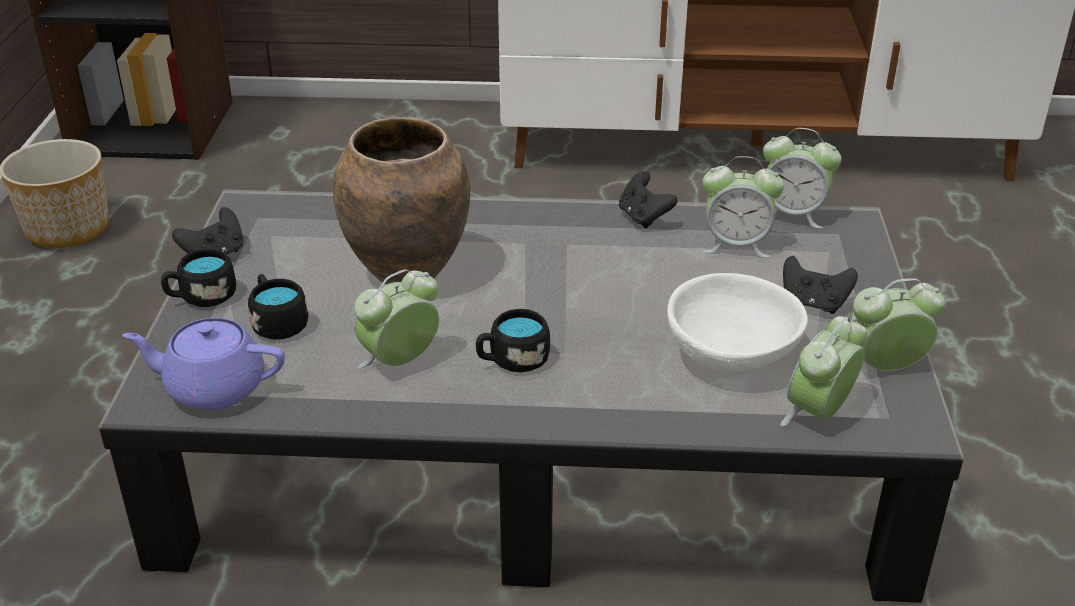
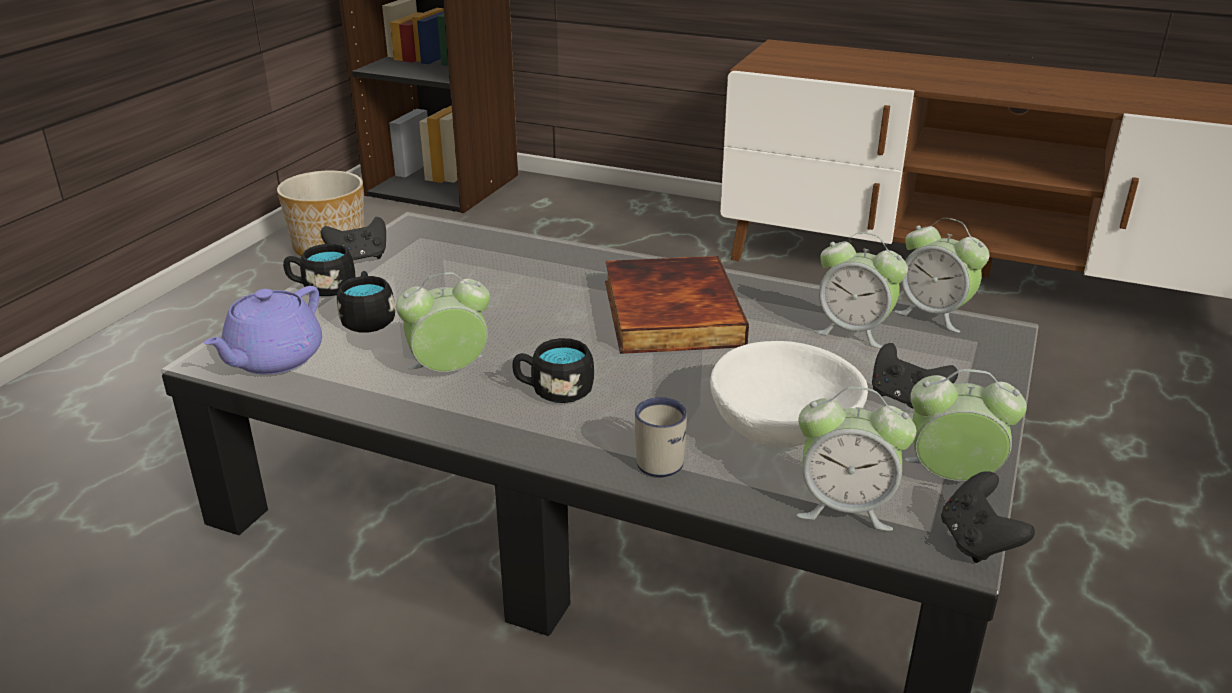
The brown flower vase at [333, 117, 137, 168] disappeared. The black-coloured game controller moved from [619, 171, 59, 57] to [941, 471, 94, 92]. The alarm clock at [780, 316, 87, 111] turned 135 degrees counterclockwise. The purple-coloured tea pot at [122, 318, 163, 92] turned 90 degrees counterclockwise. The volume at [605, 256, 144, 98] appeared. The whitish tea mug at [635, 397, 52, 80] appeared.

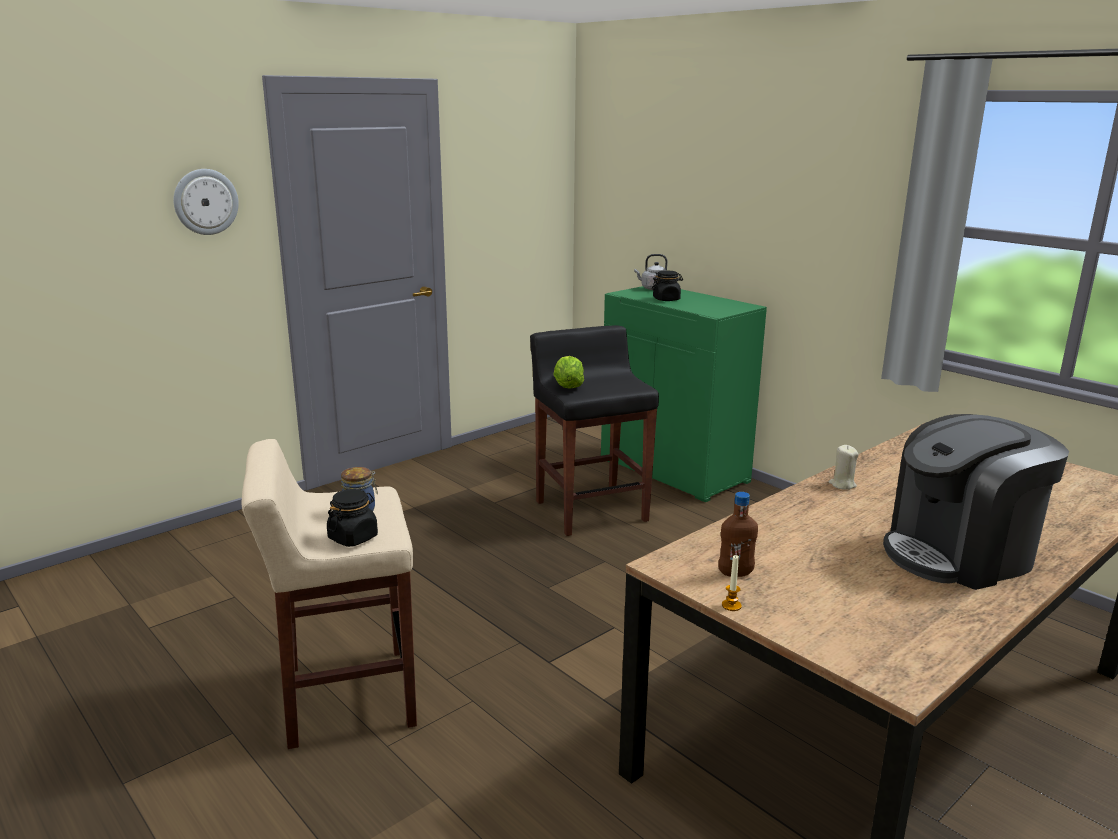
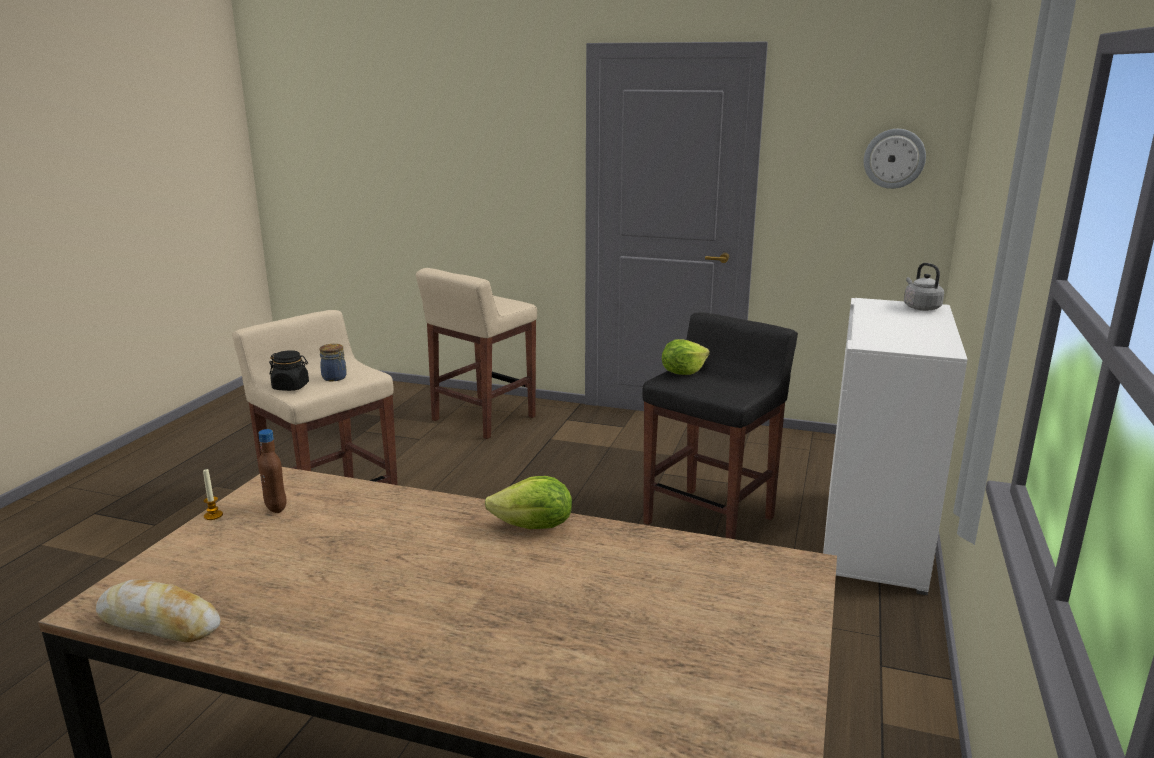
The clock on the wall moved from [173, 169, 66, 66] to [864, 129, 62, 60]. The black-coloured jar at [652, 271, 31, 30] disappeared. The greenish storage cabinet at [601, 286, 166, 216] became the whitish storage cabinet at [823, 298, 145, 297]. The coffee brewer at [883, 414, 186, 176] disappeared. The beige-coloured wax light at [828, 445, 31, 45] was replaced by the head of lettuce at [485, 476, 87, 53]. The beige-coloured stool at [416, 268, 121, 171] appeared. The bread at [96, 579, 125, 63] appeared.

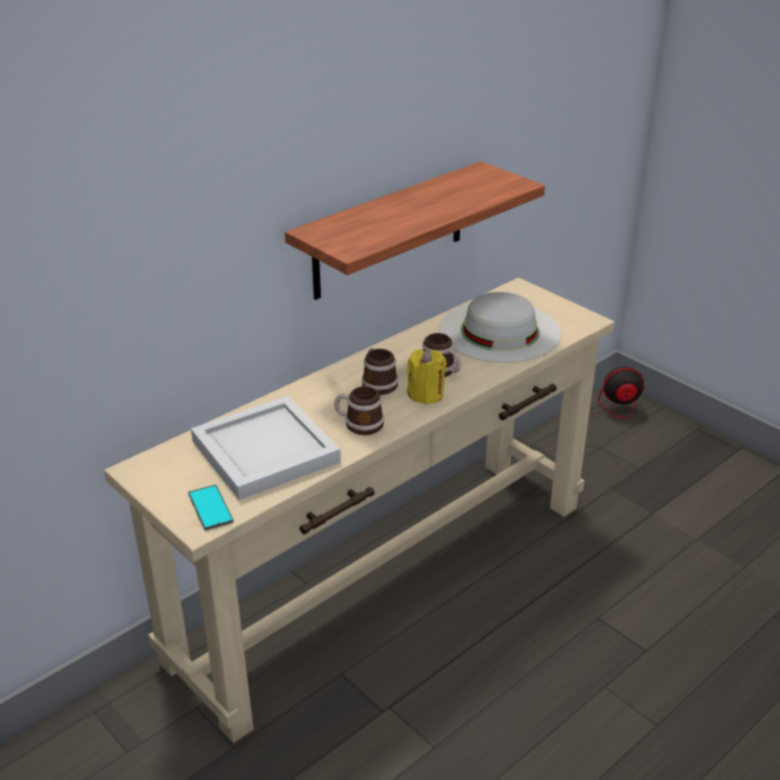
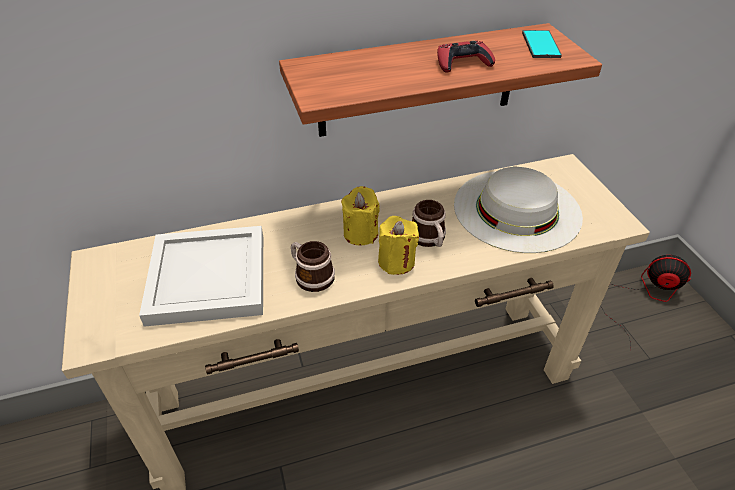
The tea mug at [362, 348, 36, 47] was replaced by the yellow wax light at [341, 186, 39, 60]. The phone moved from [188, 485, 46, 45] to [522, 30, 40, 28]. The red game controller at [437, 40, 58, 33] appeared.

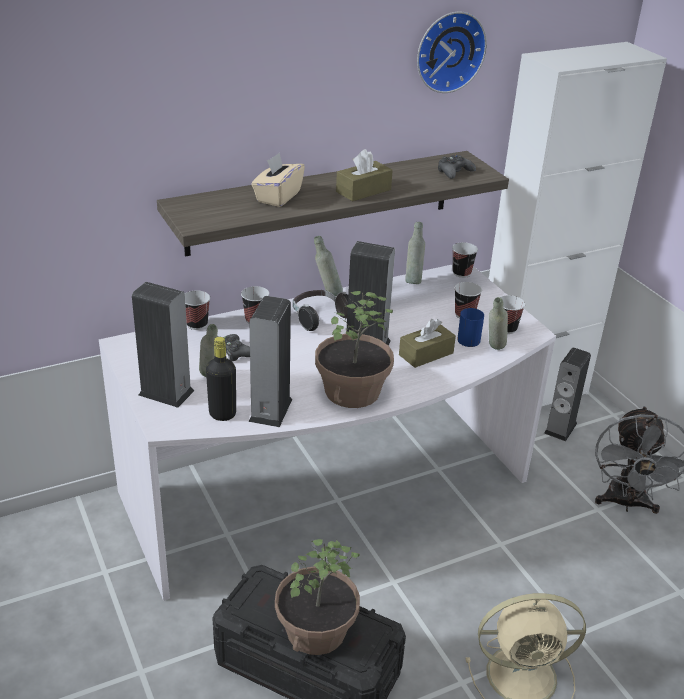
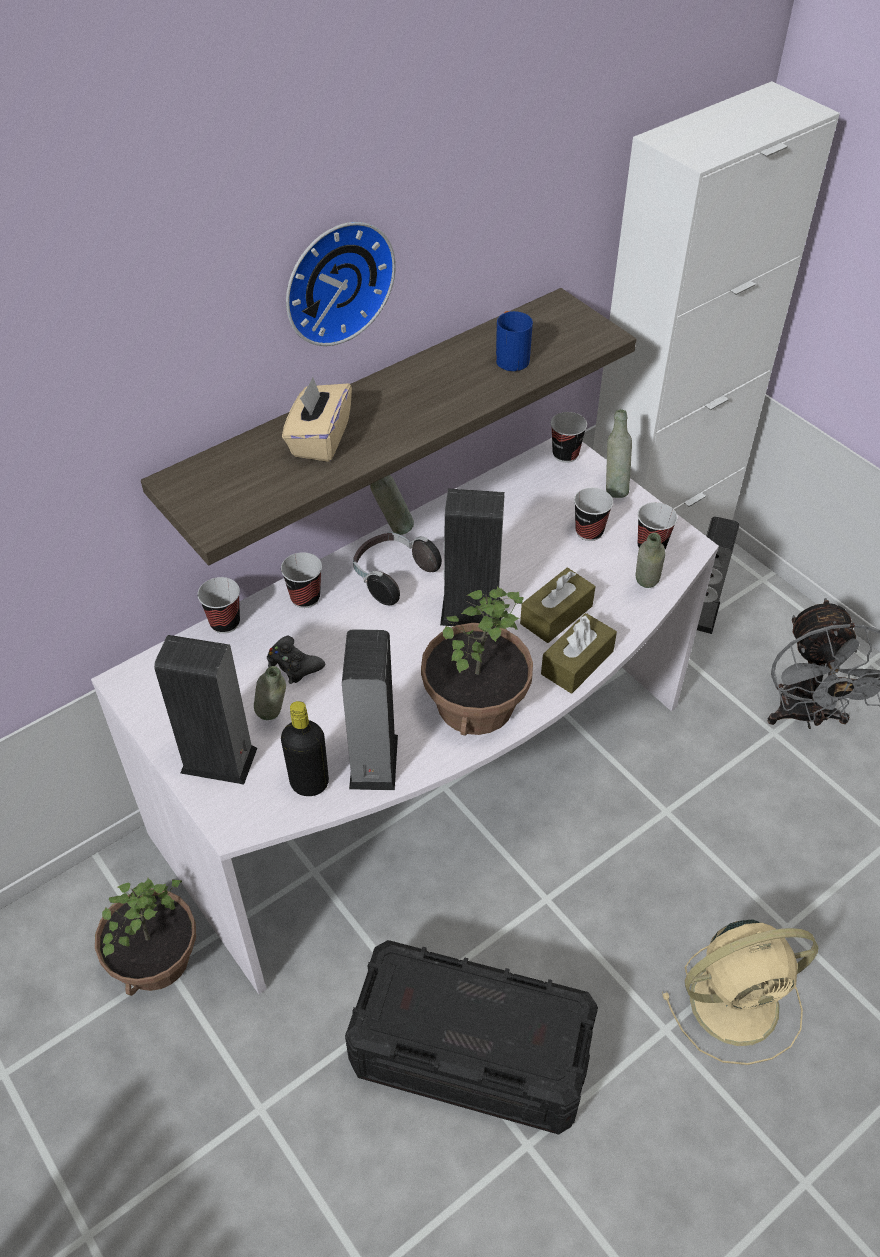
The clock on the wall moved from [417, 12, 70, 81] to [286, 222, 110, 124]. The brown box of tissues moved from [336, 149, 57, 52] to [541, 613, 76, 81]. The black-coloured game controller at [438, 155, 38, 24] disappeared. The grey drink bottle moved from [406, 222, 19, 62] to [606, 409, 26, 89]. The blue-coloured tea mug moved from [457, 308, 27, 39] to [496, 311, 37, 60]. The houseplant moved from [275, 539, 85, 116] to [95, 878, 101, 118].

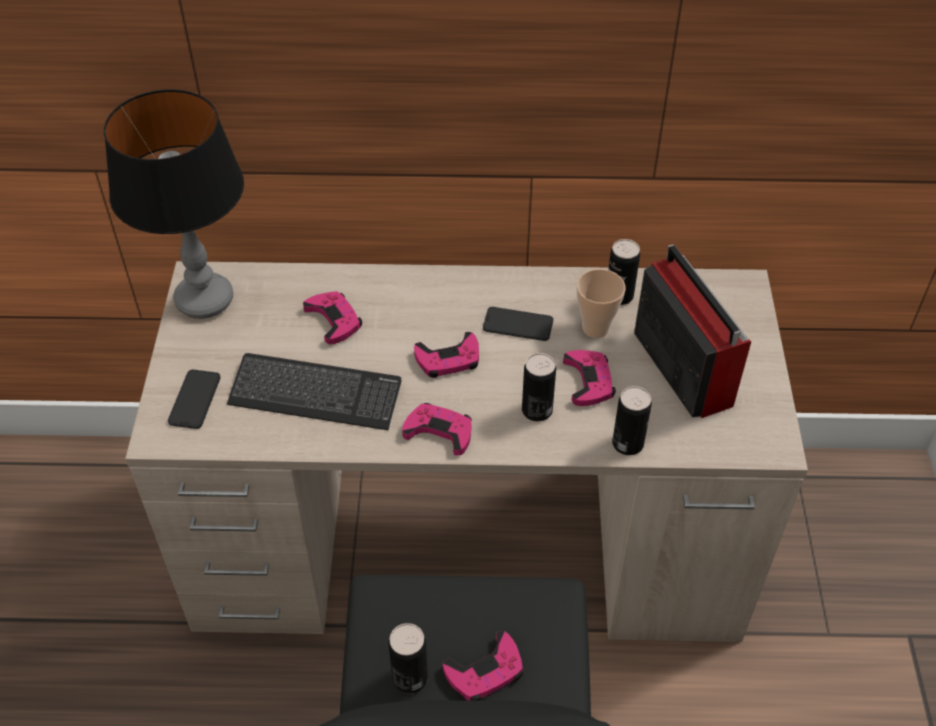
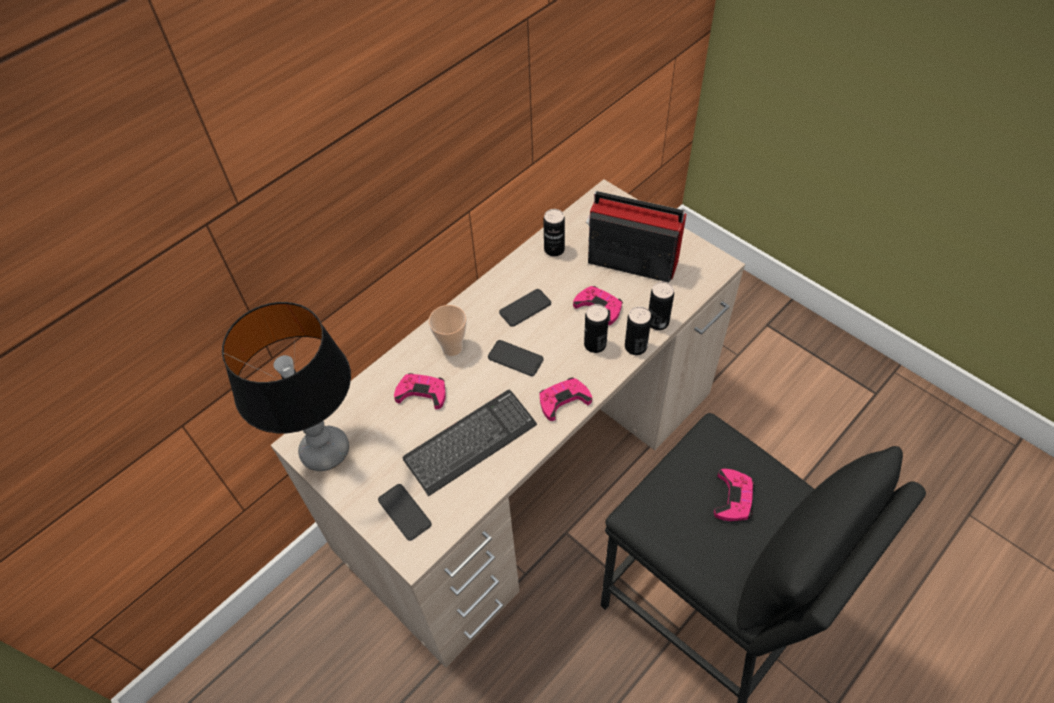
The drinking cup moved from [577, 269, 48, 69] to [429, 305, 37, 51]. The pink game controller at [414, 332, 65, 46] was replaced by the phone at [488, 340, 55, 36]. The can moved from [388, 623, 40, 70] to [625, 306, 26, 49].

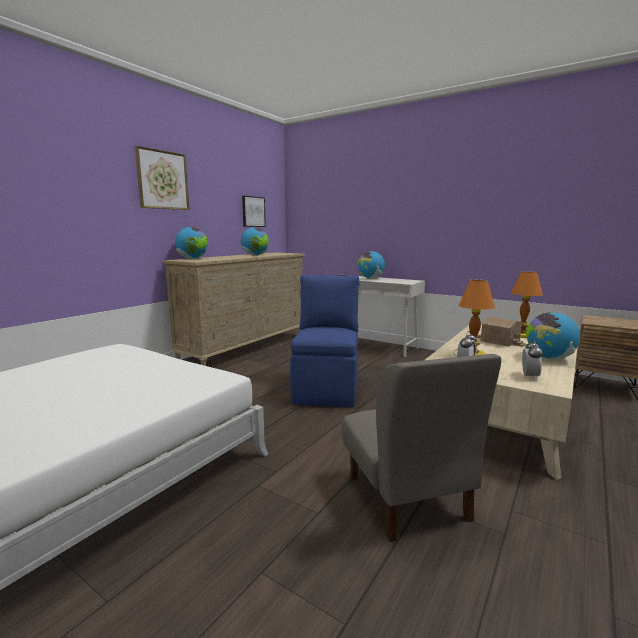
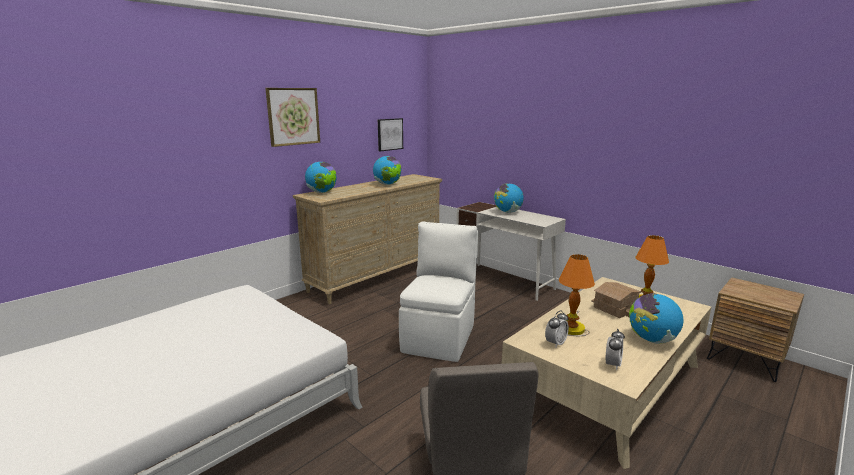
The blue-coloured chair at [290, 275, 69, 132] became the whitish chair at [399, 221, 79, 141].

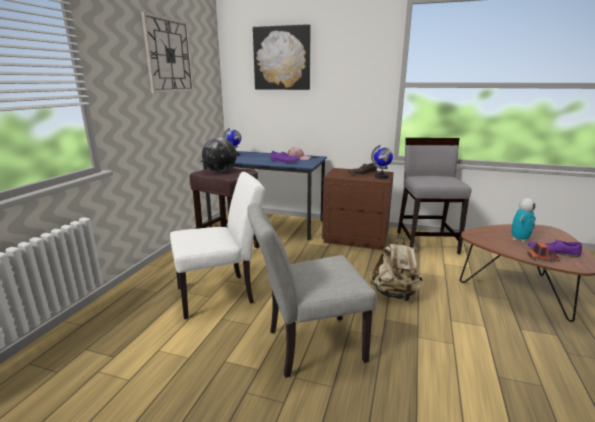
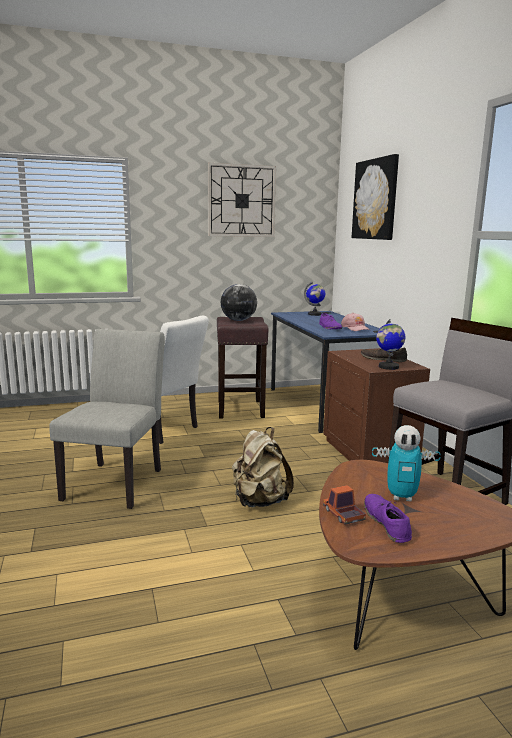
The grey chair at [247, 203, 129, 175] turned 60 degrees clockwise.

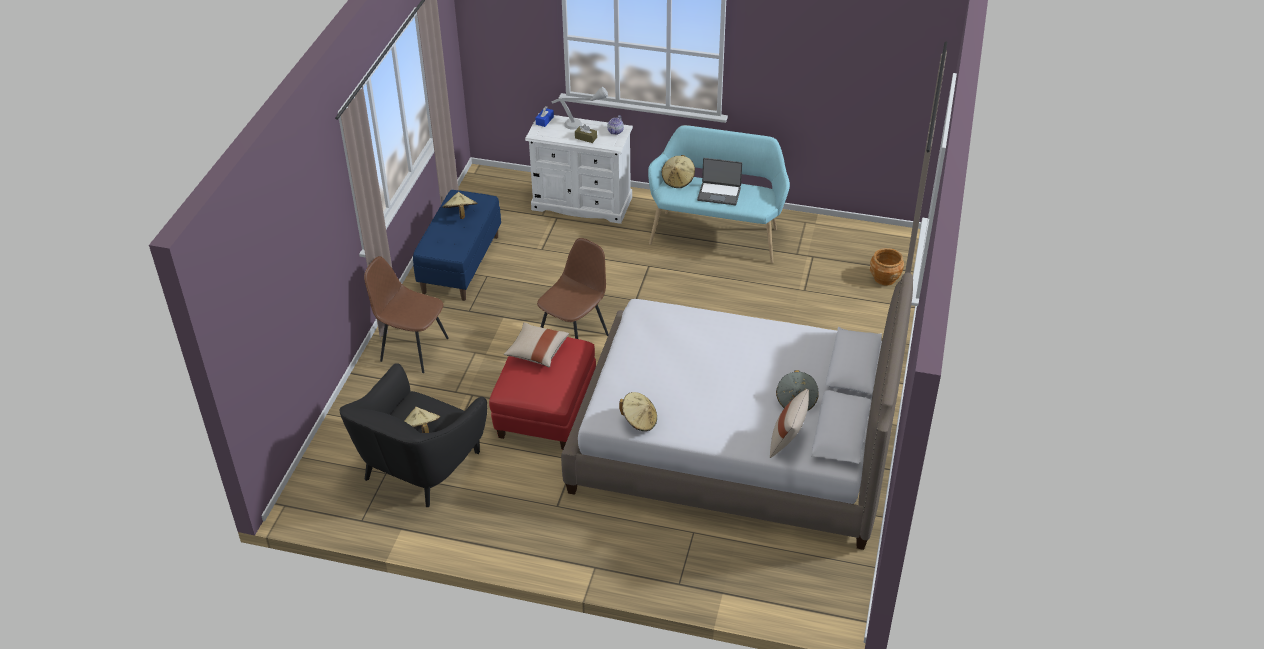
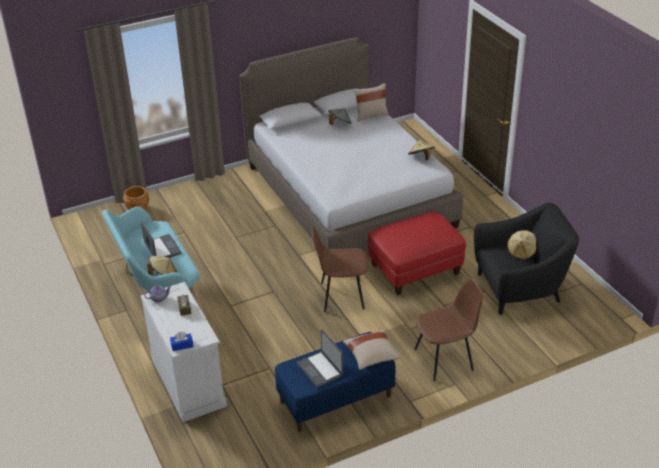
The grey table lamp at [551, 87, 57, 42] disappeared. The beige-coloured wearable hat at [443, 192, 34, 27] was replaced by the notebook computer at [297, 330, 46, 57]. The brown chair at [364, 256, 85, 117] turned 90 degrees counterclockwise. The beige-coloured throw pillow moved from [504, 322, 65, 45] to [343, 330, 58, 40].

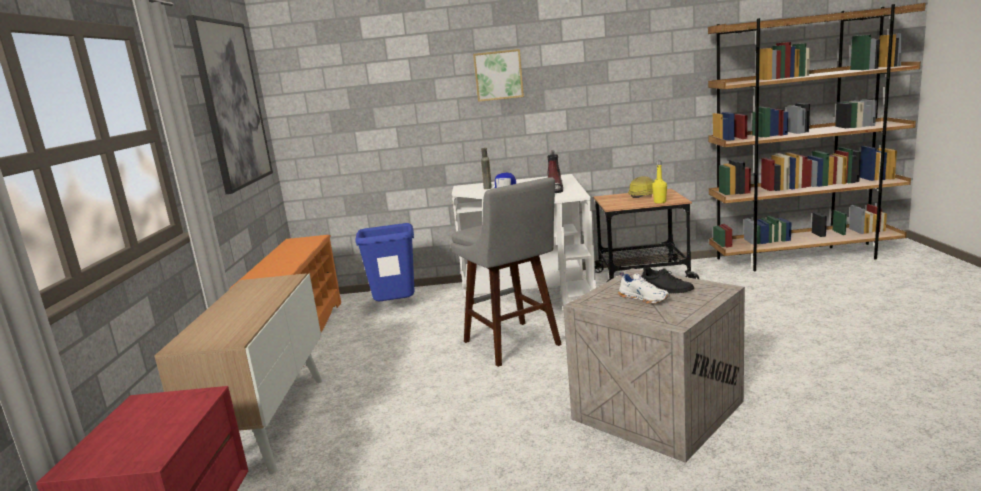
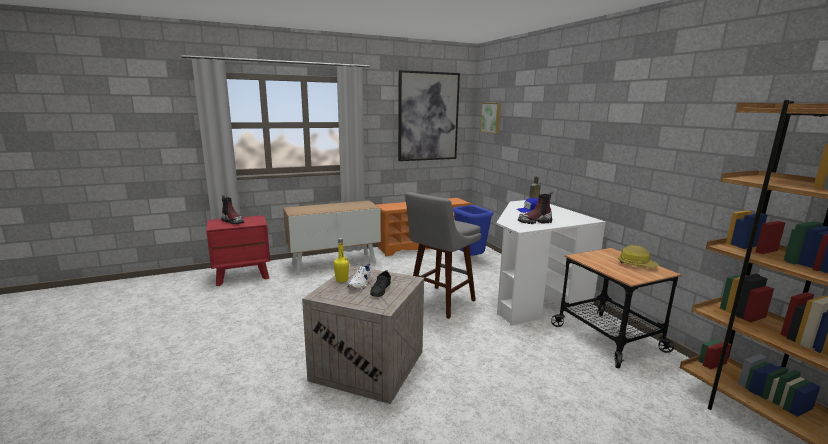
The wall art moved from [473, 49, 51, 53] to [480, 103, 21, 30]. The yellow drink bottle moved from [652, 161, 15, 43] to [334, 238, 15, 44]. The boot at [221, 195, 23, 29] appeared.

